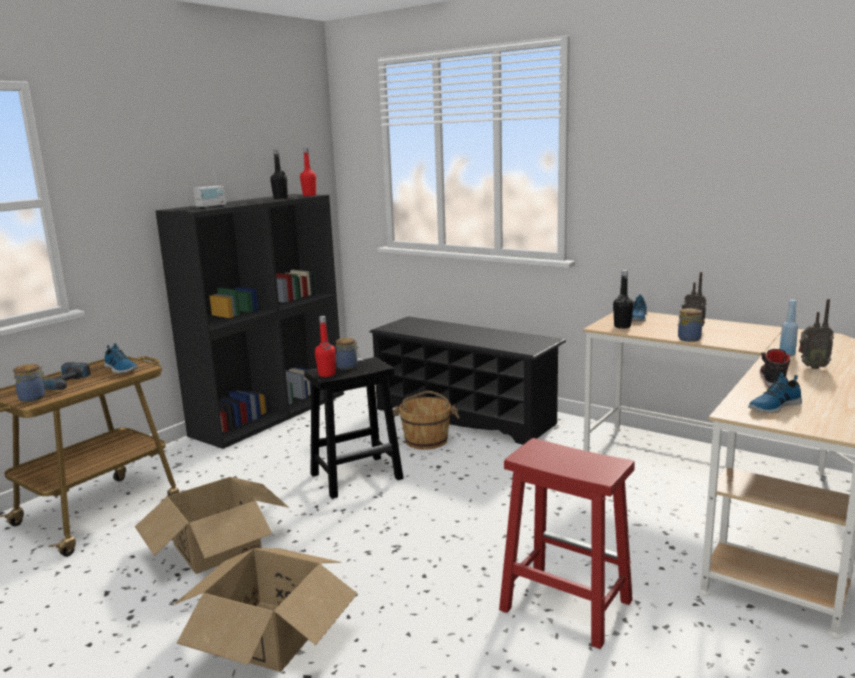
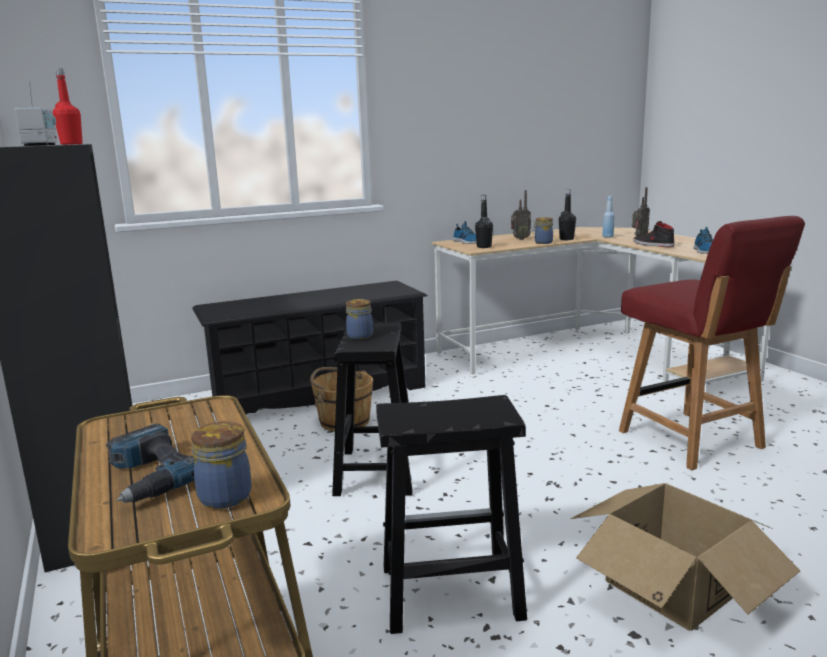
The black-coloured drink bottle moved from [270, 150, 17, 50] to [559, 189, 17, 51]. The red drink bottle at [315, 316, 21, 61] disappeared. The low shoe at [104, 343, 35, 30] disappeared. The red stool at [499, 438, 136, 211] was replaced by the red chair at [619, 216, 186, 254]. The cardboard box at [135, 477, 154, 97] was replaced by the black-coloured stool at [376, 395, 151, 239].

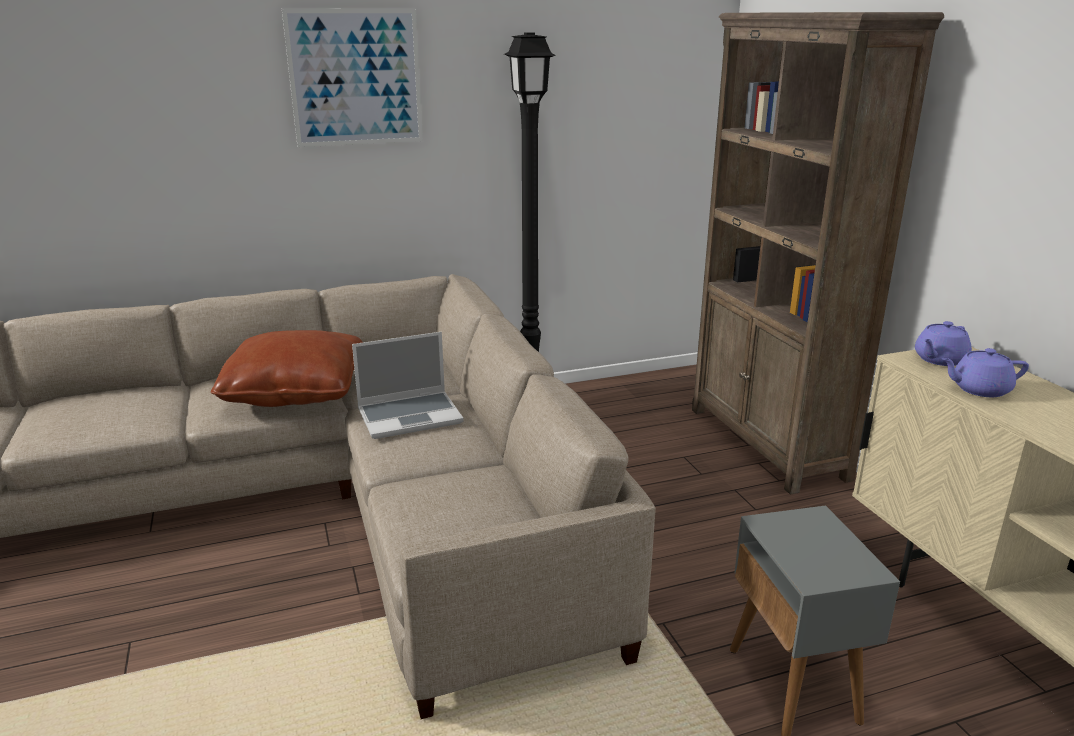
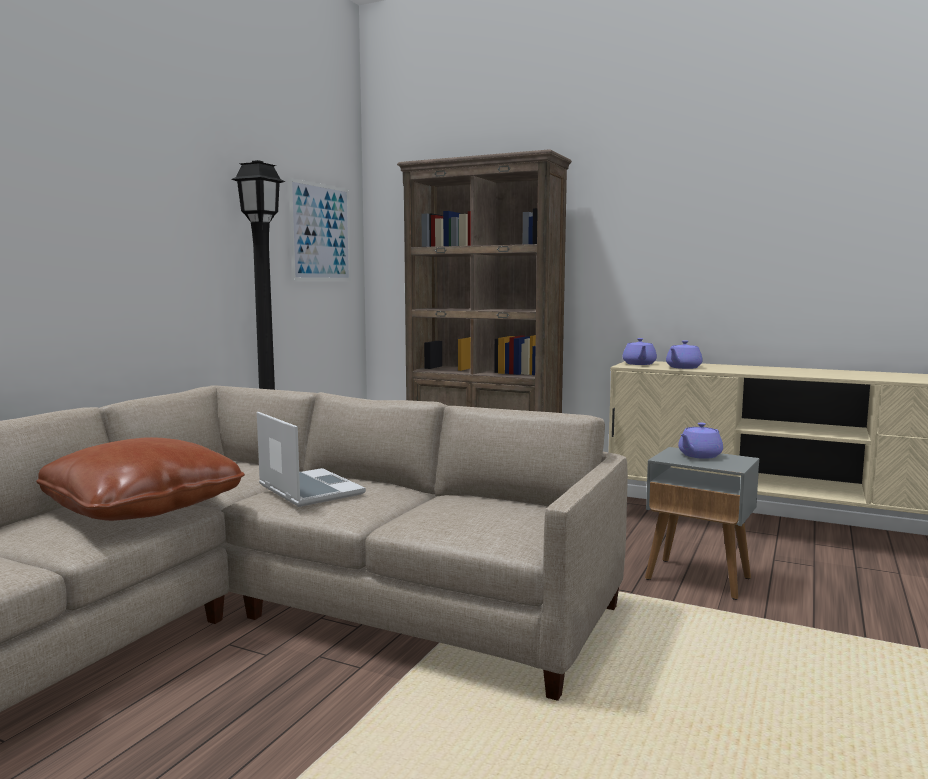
The wall art moved from [282, 8, 141, 139] to [288, 178, 63, 103]. The notebook computer at [352, 332, 112, 107] turned 60 degrees counterclockwise. The purple-coloured tea pot at [678, 423, 45, 36] appeared.

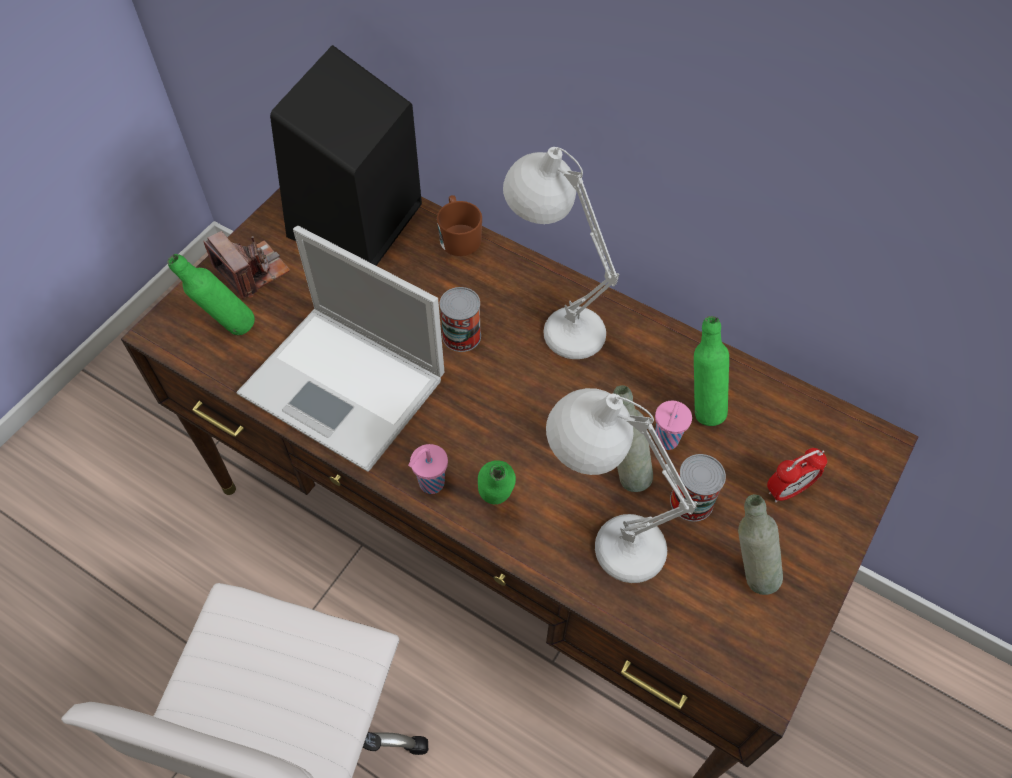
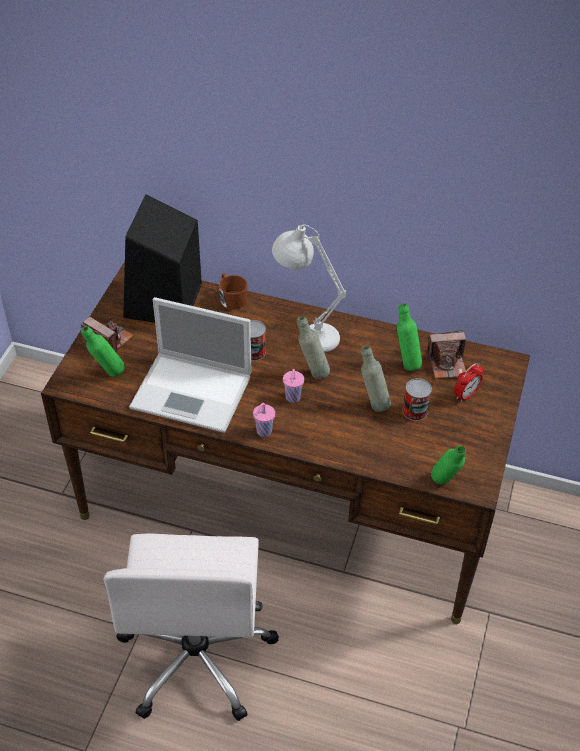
The whitish table lamp at [546, 388, 152, 195] disappeared. The pink drinking cup moved from [655, 401, 37, 49] to [283, 369, 21, 34]. The greenish drink bottle moved from [478, 460, 38, 44] to [431, 446, 35, 39]. The grey drink bottle moved from [738, 494, 45, 101] to [297, 316, 33, 63]. The still camera at [426, 330, 40, 49] appeared.

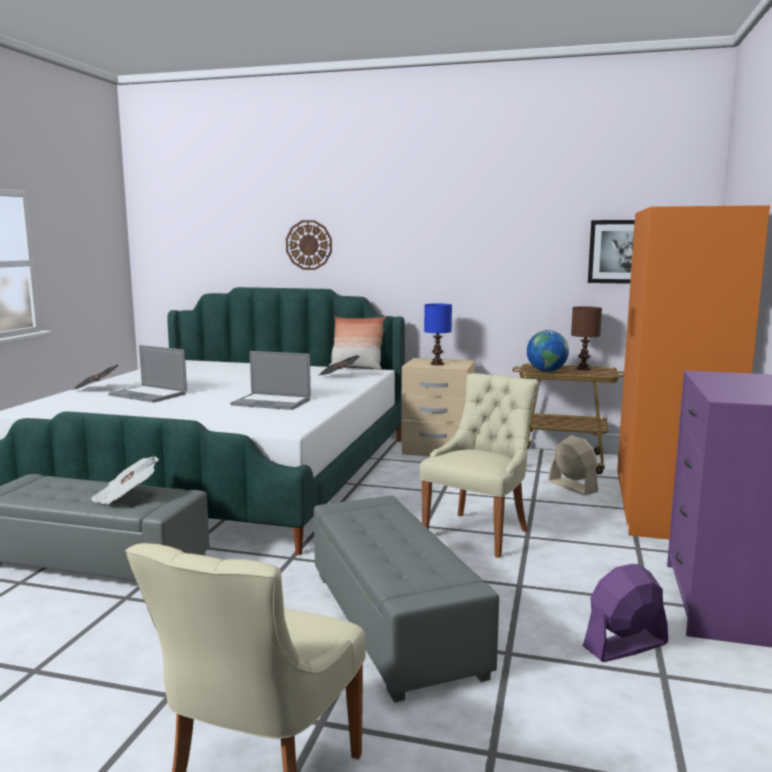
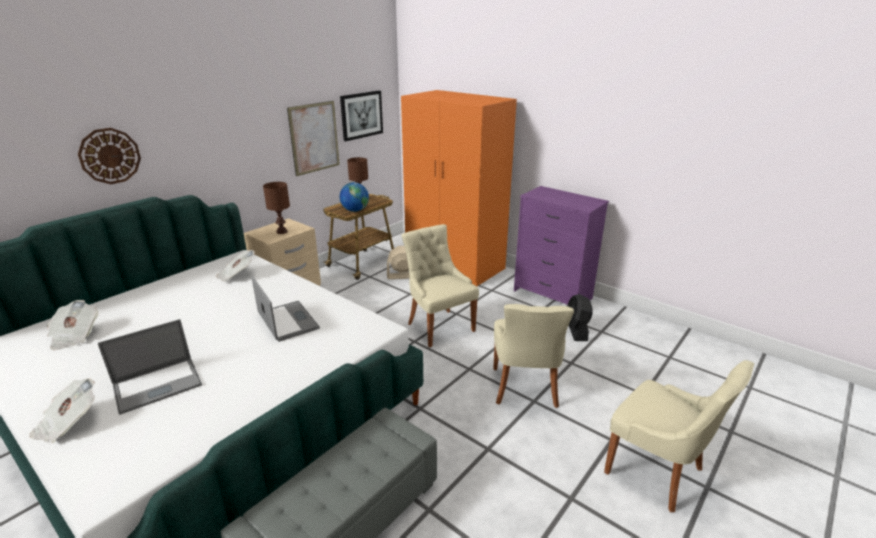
The blue-coloured table lamp at [424, 304, 28, 61] became the brown table lamp at [263, 182, 27, 52]. The throw pillow at [329, 316, 57, 54] disappeared. The notebook computer at [230, 351, 81, 59] turned 75 degrees counterclockwise. The daily paper moved from [91, 457, 68, 48] to [47, 300, 51, 50]. The grey pouffe at [314, 496, 185, 207] was replaced by the beige-coloured chair at [494, 304, 80, 104]. The purple-coloured electric fan at [583, 564, 85, 98] became the black-coloured electric fan at [567, 294, 26, 47]. The wall art at [287, 101, 53, 75] appeared.

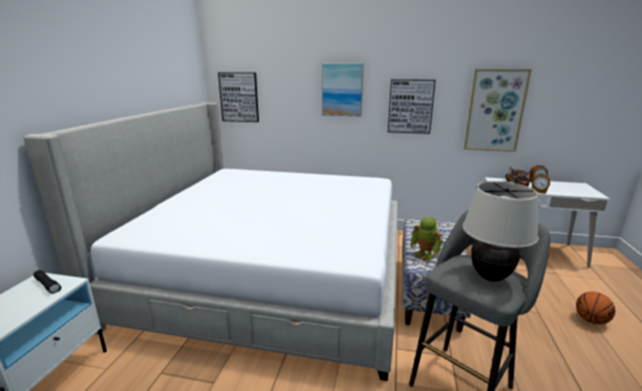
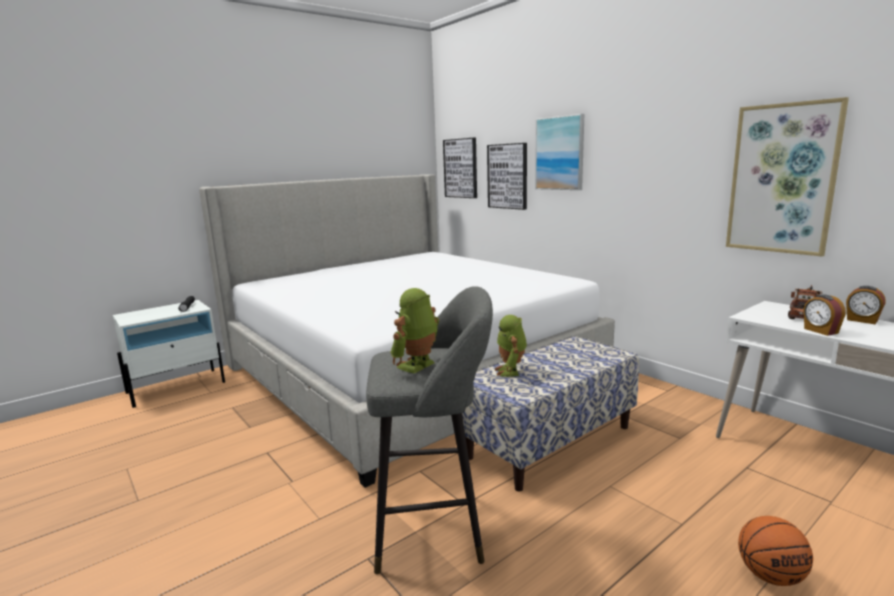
The wall art moved from [388, 79, 48, 55] to [487, 143, 40, 67]. The beige-coloured table lamp at [462, 181, 77, 101] was replaced by the model robot at [390, 288, 49, 86].

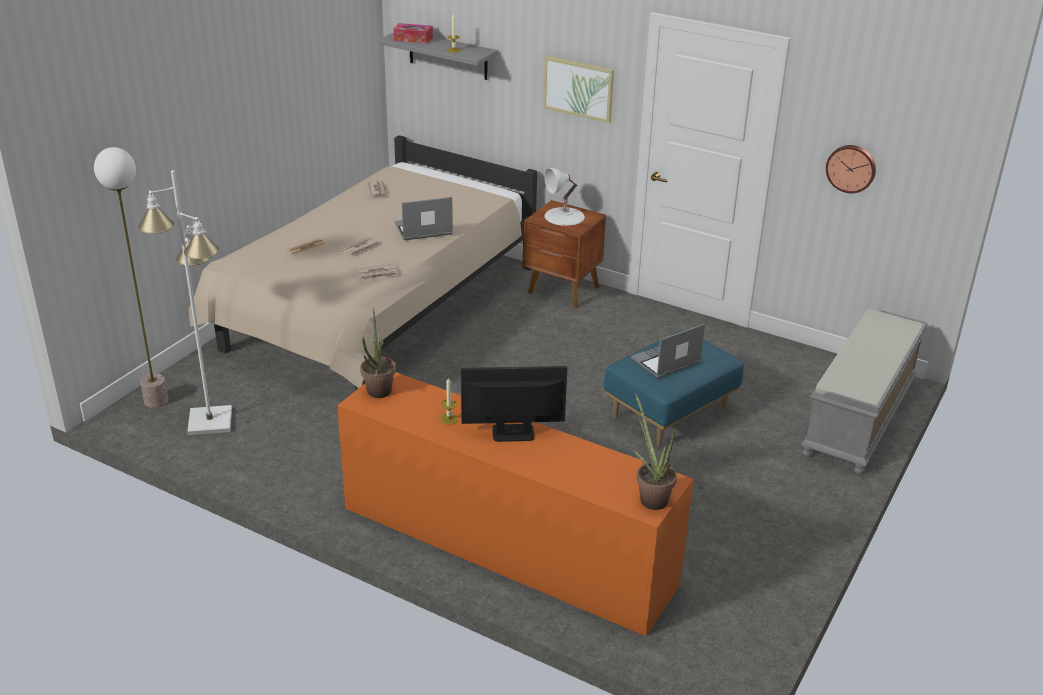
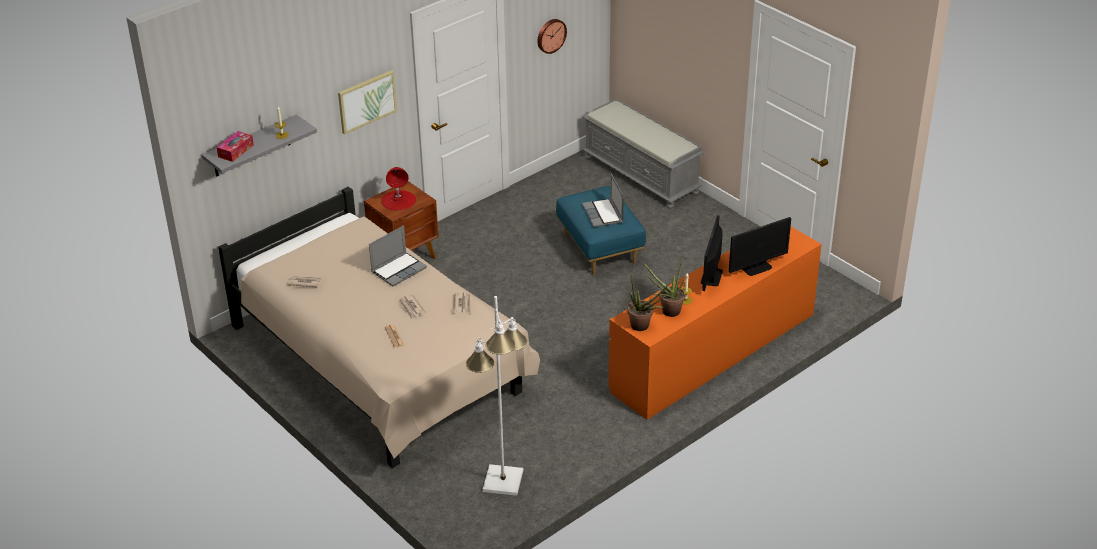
The standard lamp at [94, 147, 75, 261] disappeared. The whitish table lamp at [544, 168, 41, 58] became the red table lamp at [381, 167, 35, 43]. The notebook computer at [395, 197, 58, 43] turned 135 degrees counterclockwise. The houseplant moved from [632, 392, 45, 118] to [643, 257, 42, 60]. The monitor at [729, 217, 62, 59] appeared.

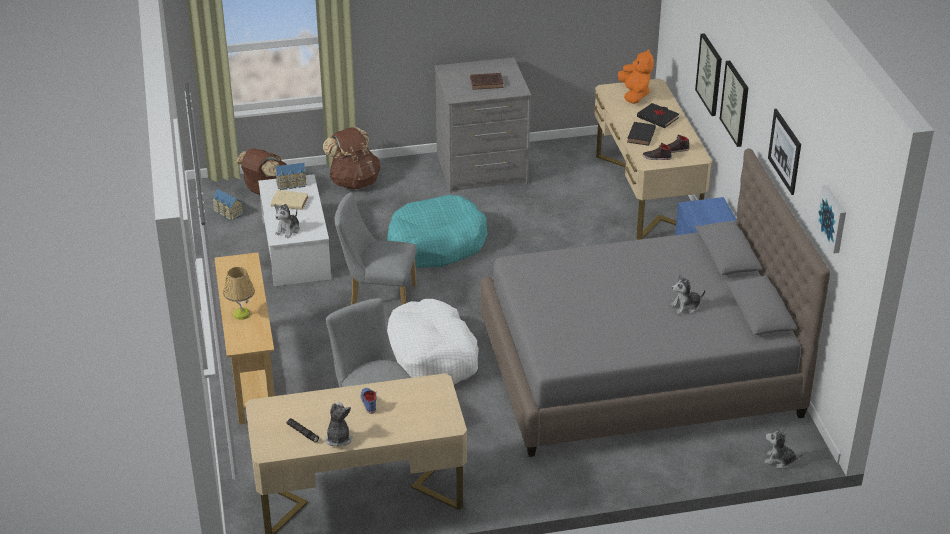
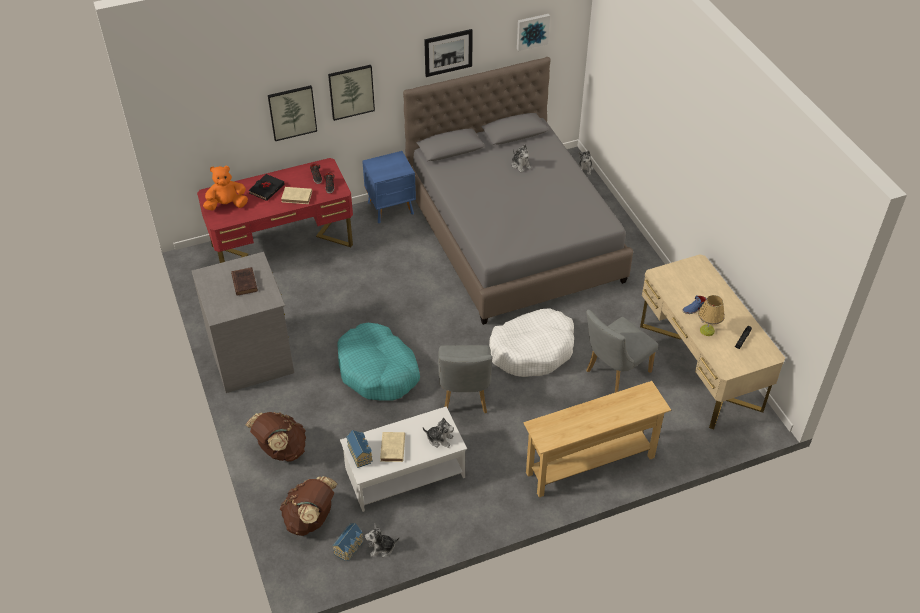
The beige-coloured desk unit at [594, 79, 118, 161] became the red desk unit at [197, 158, 156, 105]. The black-coloured volume at [627, 122, 29, 24] became the beige-coloured volume at [281, 187, 31, 17]. The table lamp moved from [223, 267, 32, 53] to [698, 295, 27, 41]. The soft toy moved from [325, 402, 27, 44] to [365, 523, 34, 34].

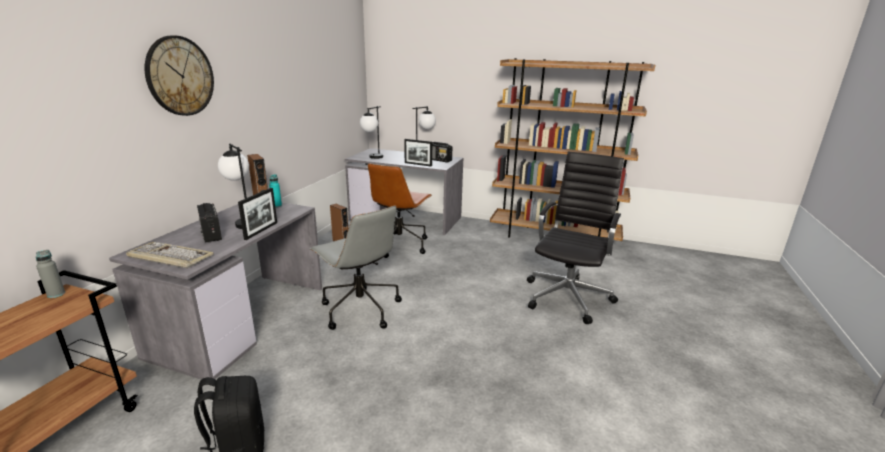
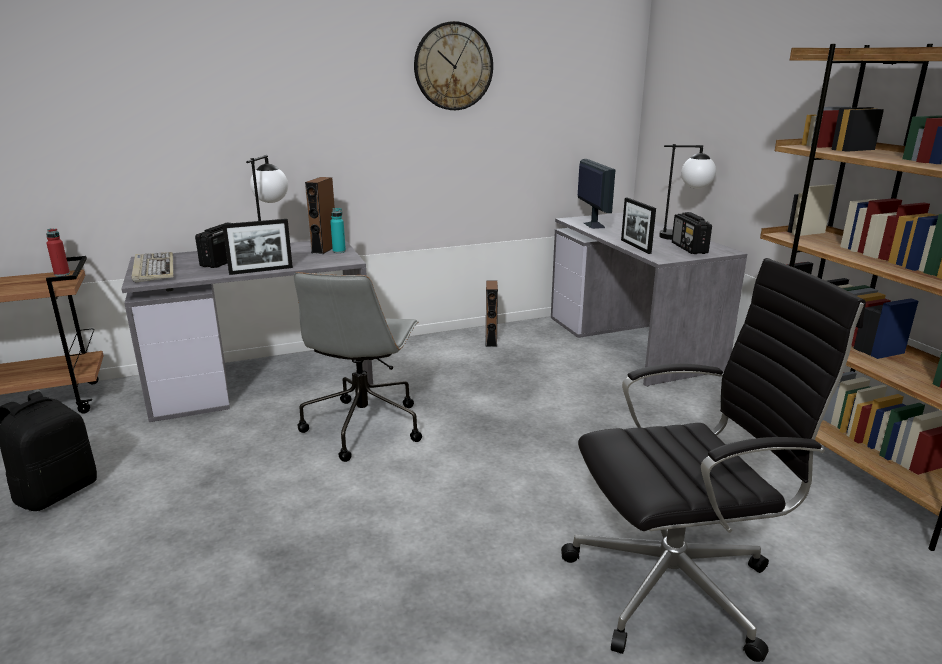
The clock on the wall moved from [145, 35, 69, 81] to [414, 21, 79, 89]. The table lamp at [360, 106, 23, 53] was replaced by the monitor at [578, 159, 37, 70]. The brown desk chair at [368, 163, 64, 95] disappeared. The grey drink bottle at [36, 250, 29, 48] became the red drink bottle at [46, 228, 24, 48].

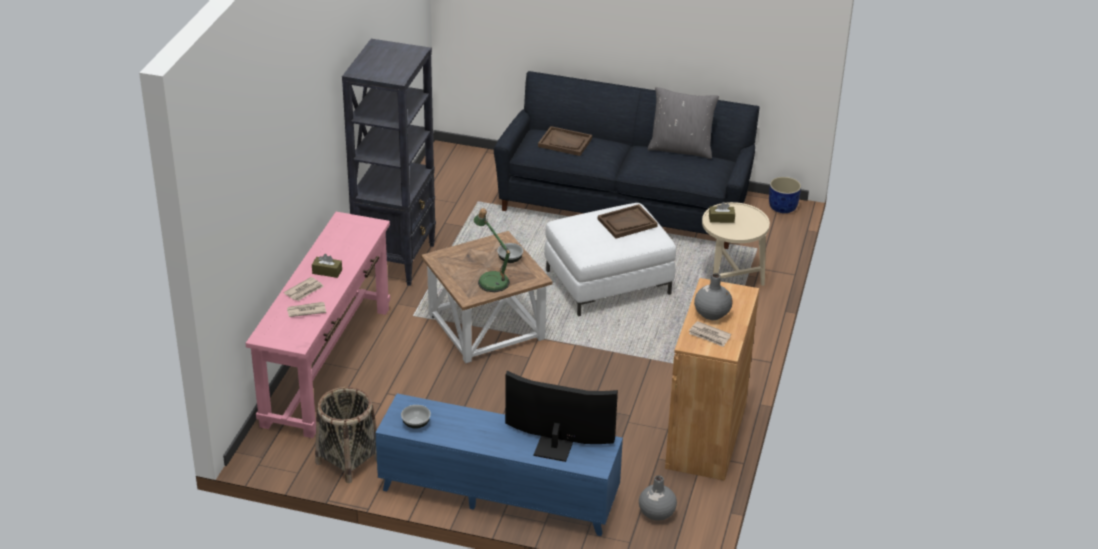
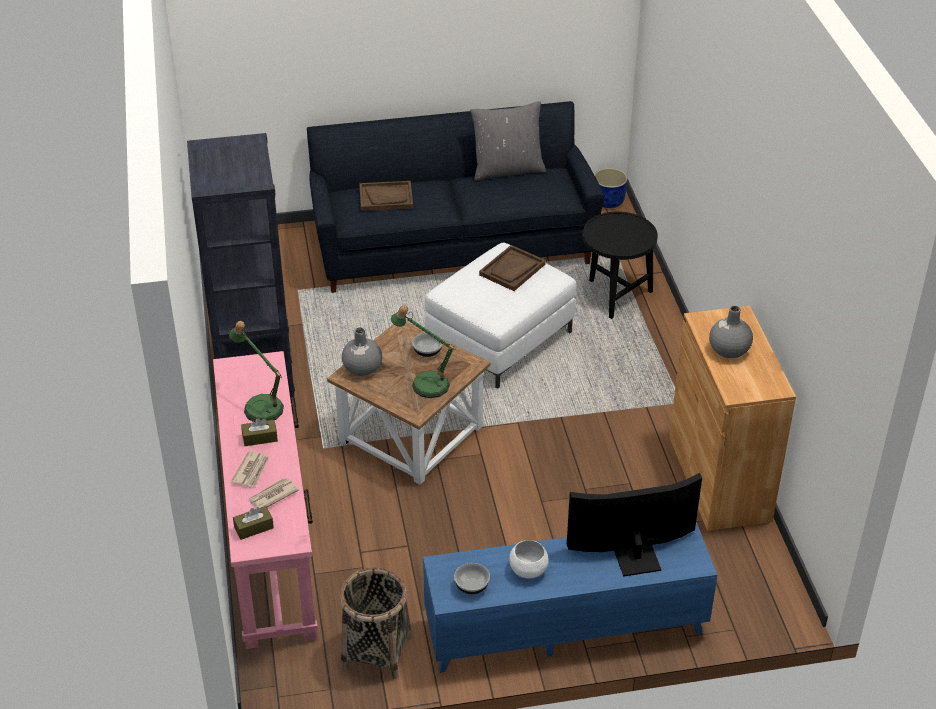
The beige-coloured end table at [702, 202, 68, 84] became the black-coloured end table at [582, 212, 76, 107]. The brown box of tissues moved from [709, 202, 26, 21] to [233, 506, 41, 34]. The daily paper at [689, 321, 42, 26] disappeared. The grey flower vase moved from [639, 475, 38, 45] to [342, 328, 40, 48]. The table lamp at [229, 321, 55, 101] appeared. The whitish serving bowl at [509, 540, 40, 38] appeared.

